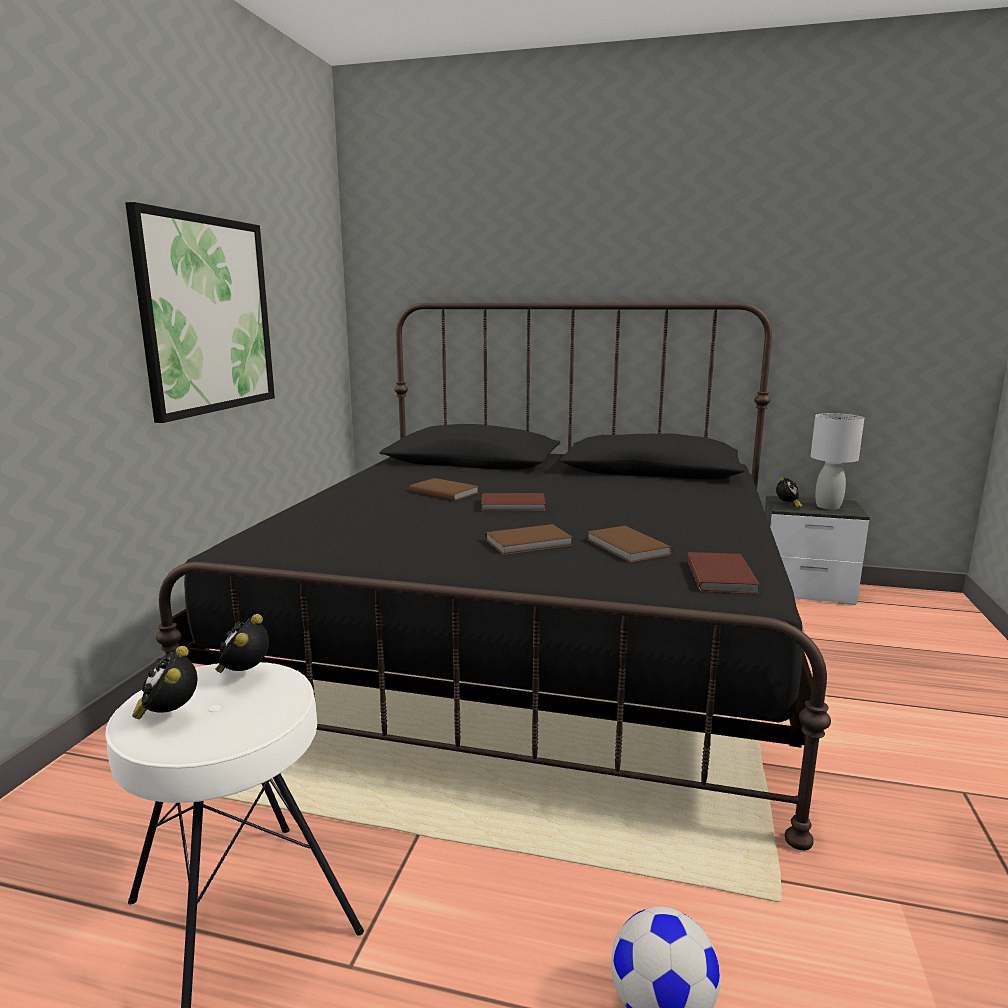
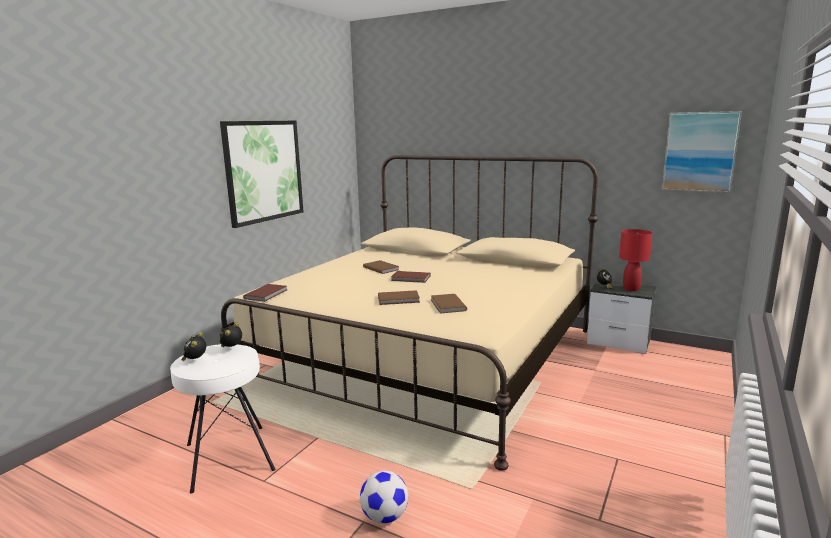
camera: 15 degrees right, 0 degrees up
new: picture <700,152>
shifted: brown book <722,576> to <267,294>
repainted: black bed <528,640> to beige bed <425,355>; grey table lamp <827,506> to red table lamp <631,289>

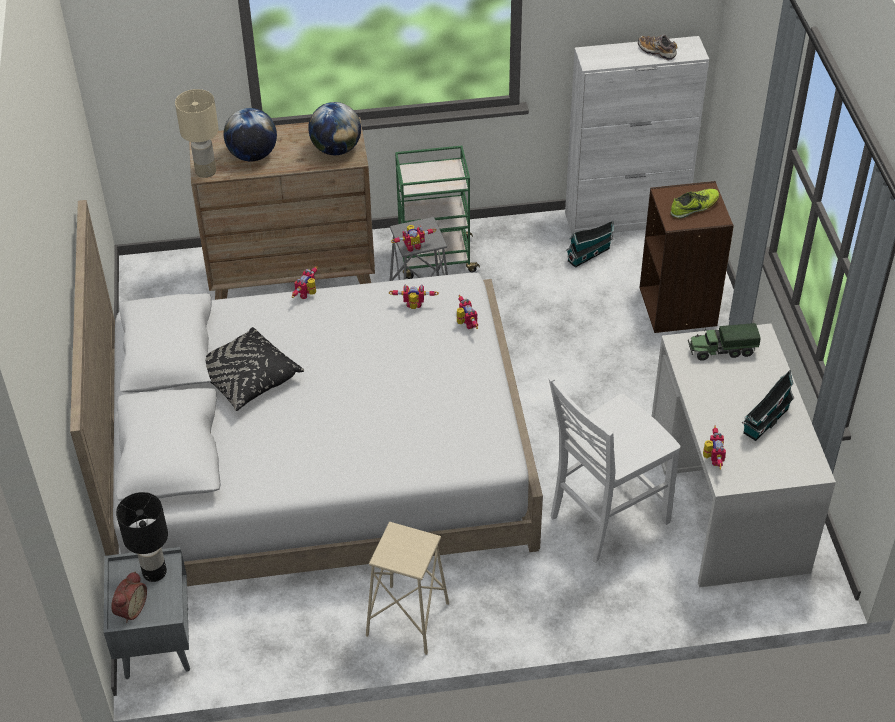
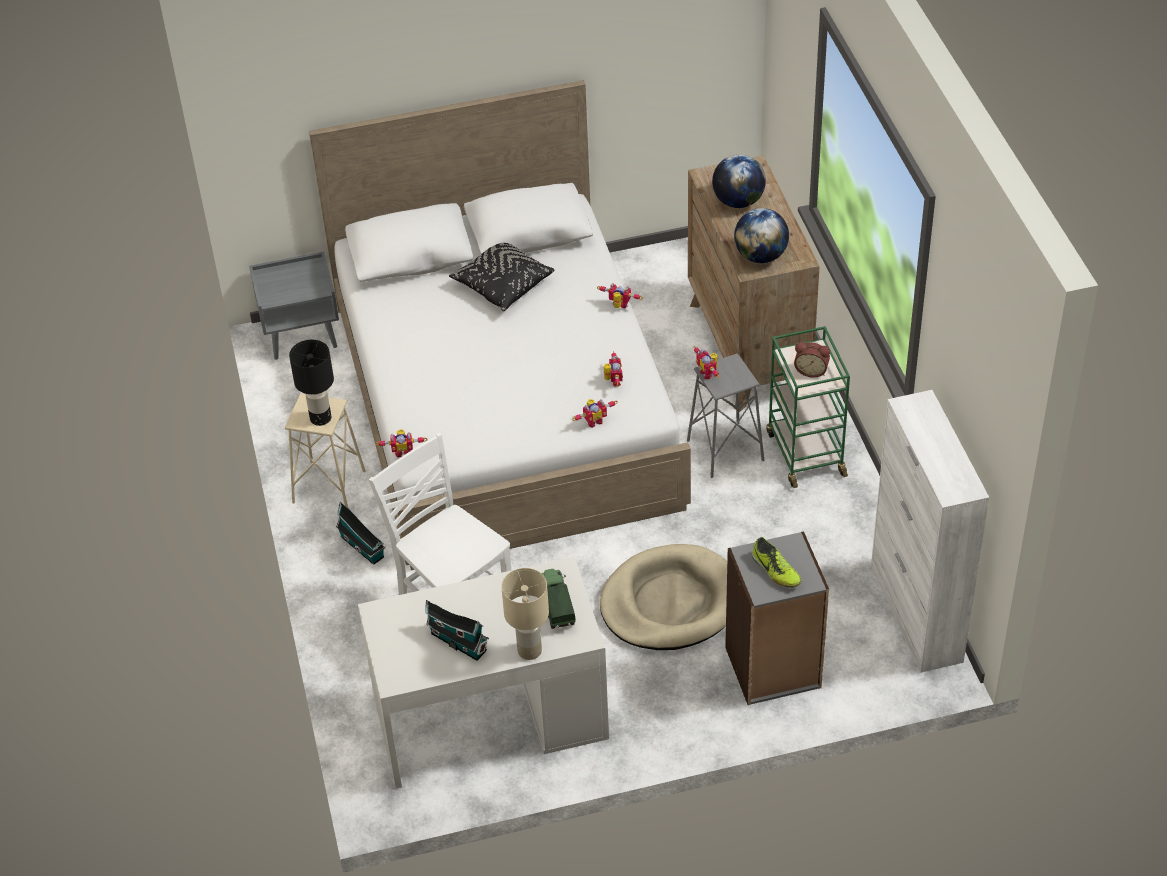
camera: 85 degrees right, 0 degrees up
gone: shoe <656,52>
new: beige dog bed <670,602>
shifted: beige table lamp <205,172> to <529,650>; toy house <590,254> to <363,548>; toy robot <712,459> to <403,451>; black table lamp <154,573> to <320,418>; alarm clock <130,609> to <811,370>
repainted: brown bookcase <679,306> to grey bookcase <773,668>

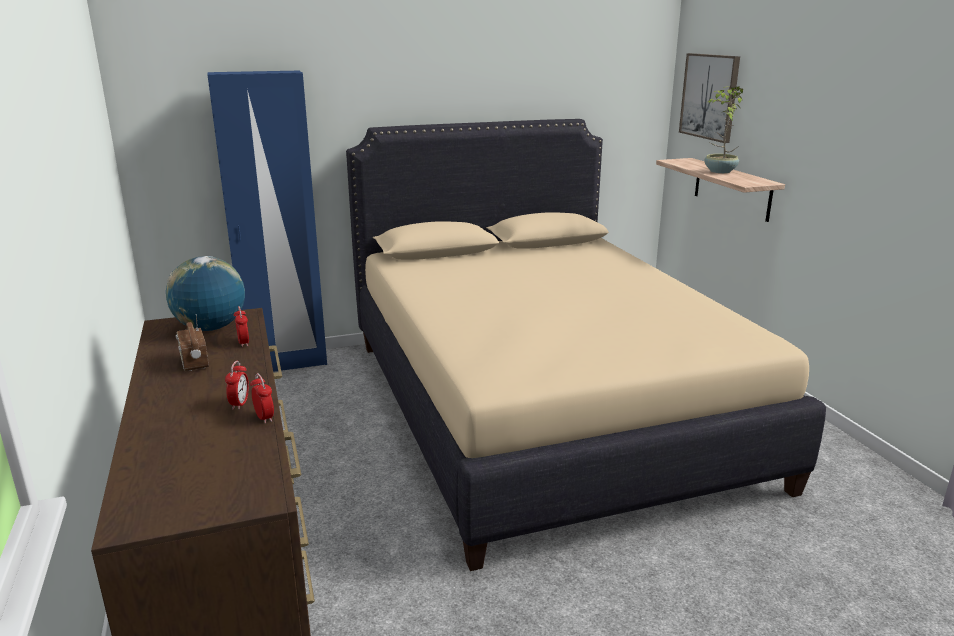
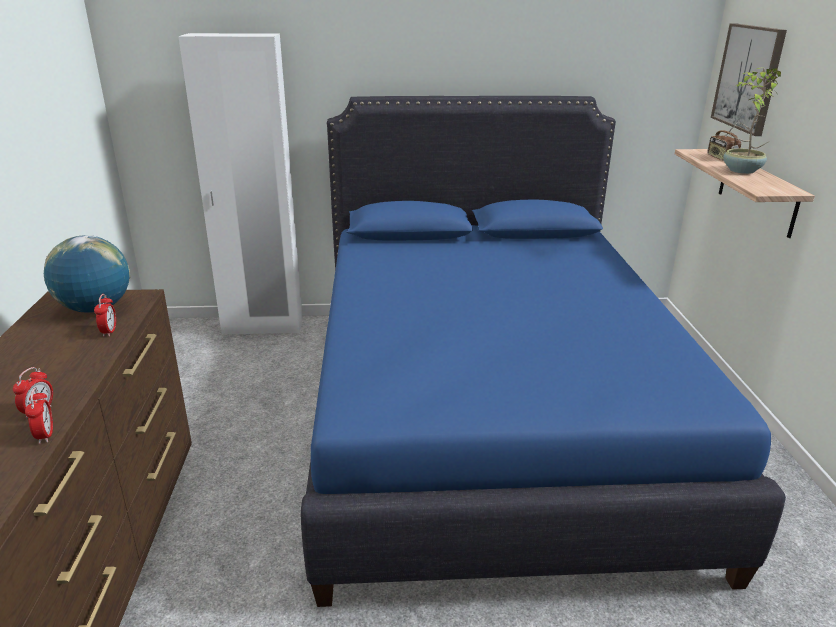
camera: 15 degrees right, 5 degrees up
shifted: radio <194,363> to <721,158>
repainted: blue wardrobe <286,364> to white wardrobe <263,327>; beige bed <542,408> to blue bed <487,416>

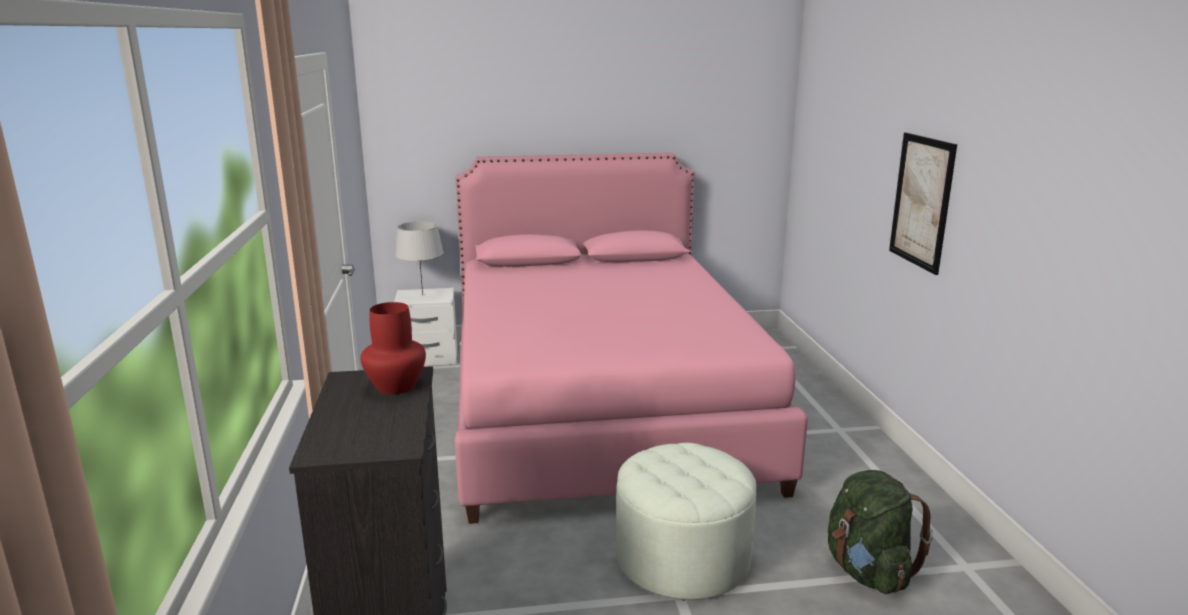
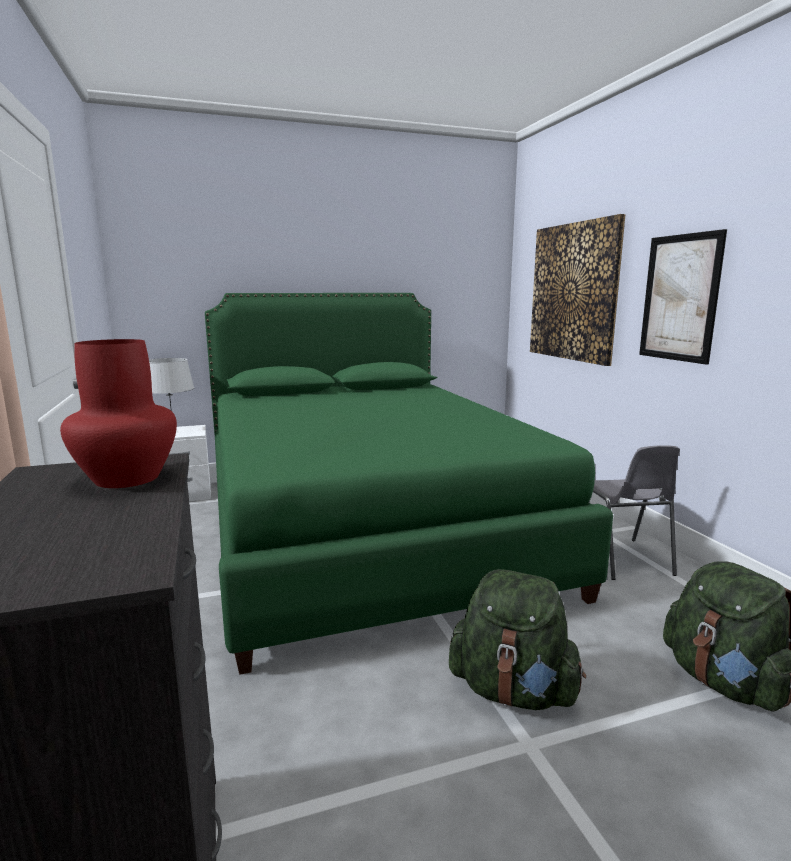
camera: 10 degrees left, 5 degrees down
new: picture <573,292>; grey chair <623,559>
swapped: white ottoman <682,558> to green backpack <513,691>
repainted: pink bed <599,408> to green bed <365,529>

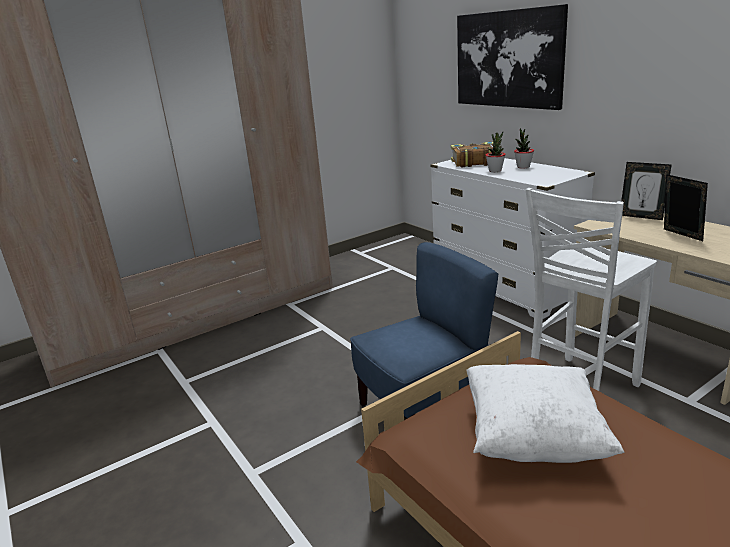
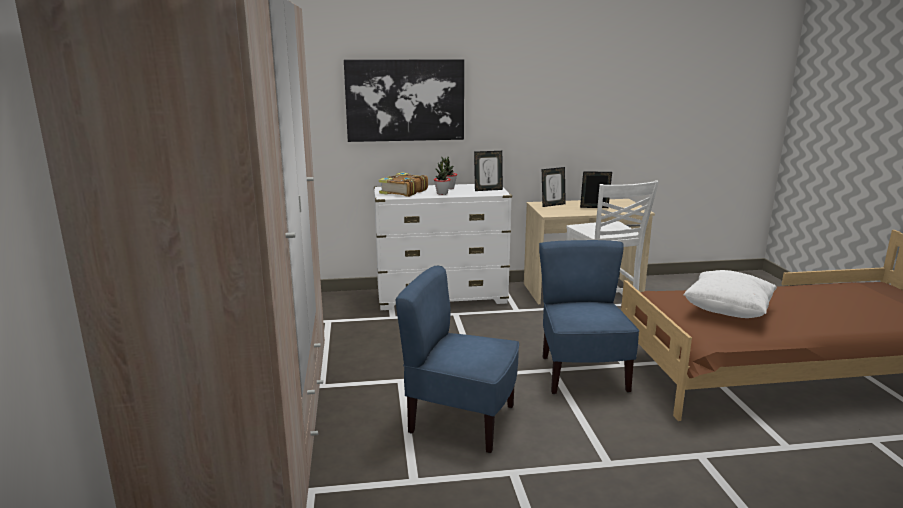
camera: 65 degrees left, 5 degrees down
new: picture frame <488,190>; blue chair <461,421>

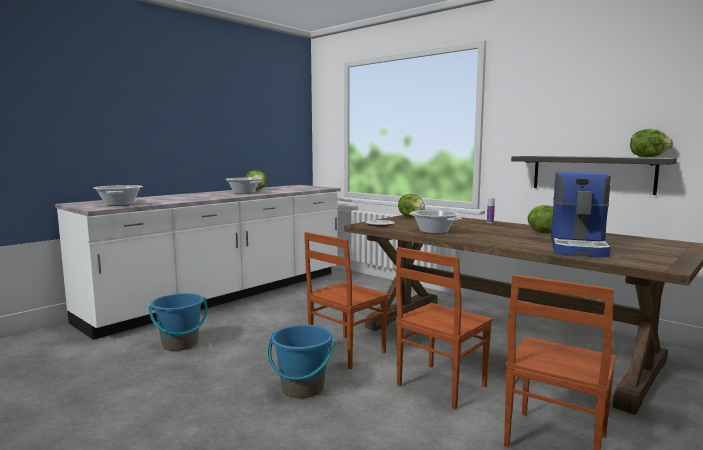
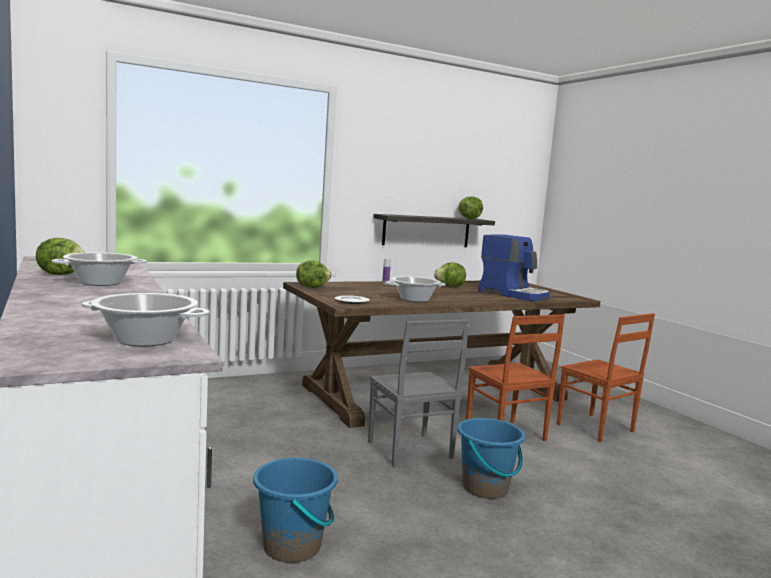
camera: 70 degrees left, 0 degrees up
repainted: brown chair <345,352> to grey chair <409,451>

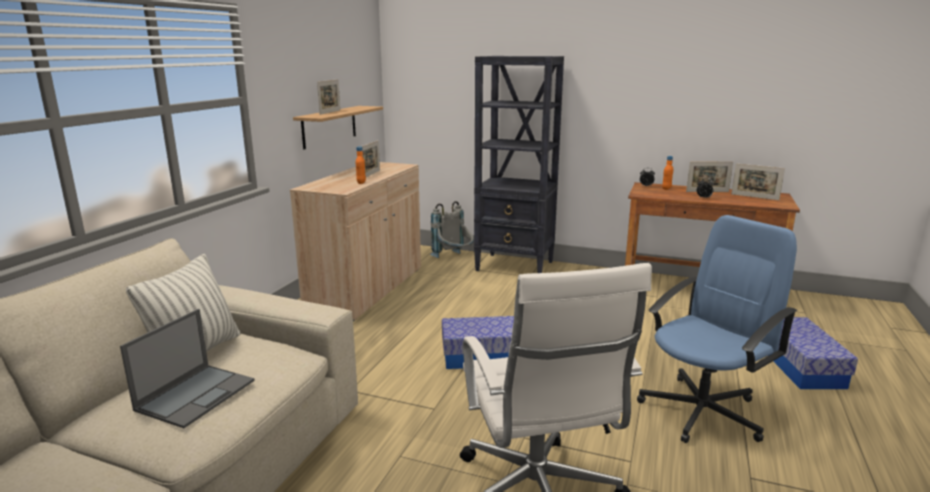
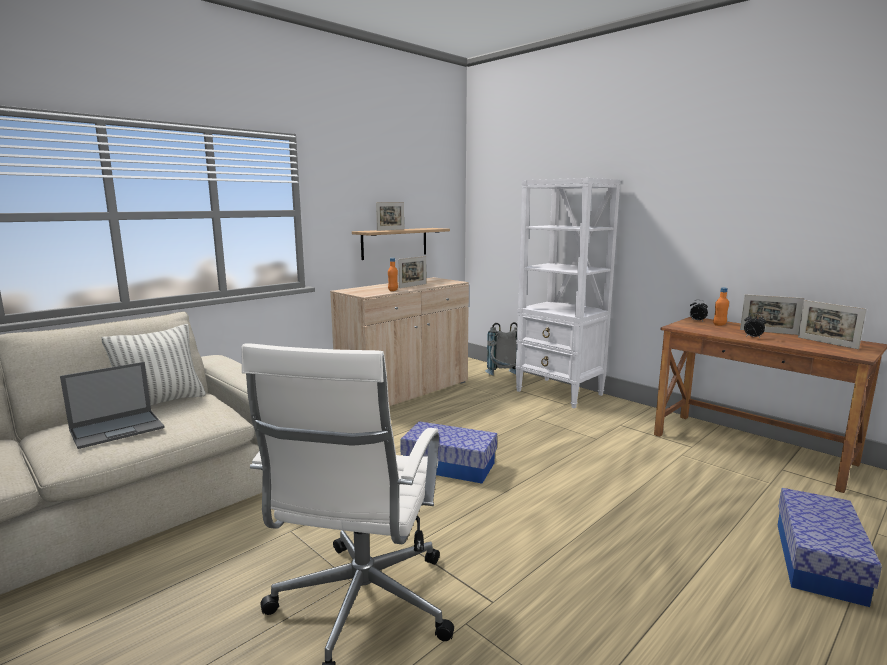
camera: 25 degrees right, 5 degrees down
gone: blue office chair <703,411>
repainted: black bookcase <515,266> to white bookcase <560,393>

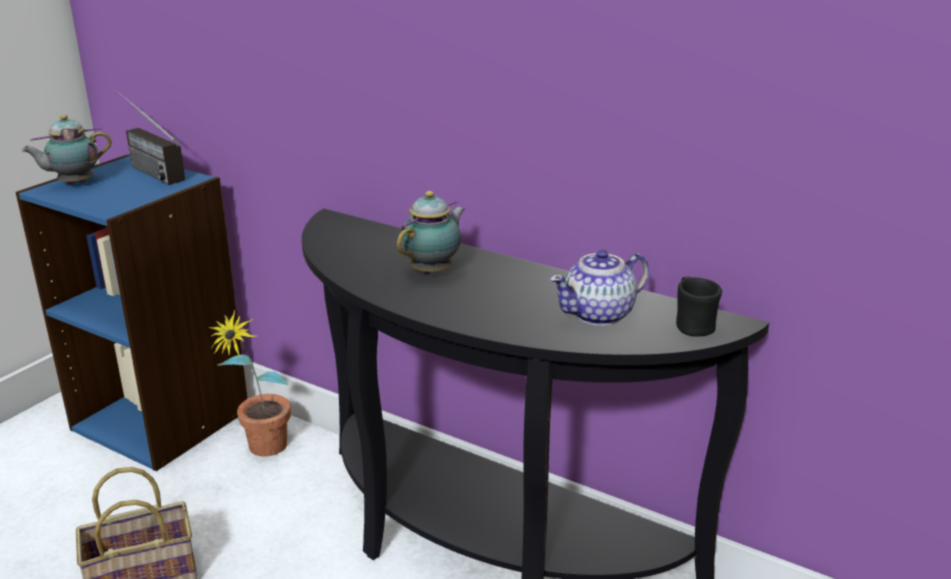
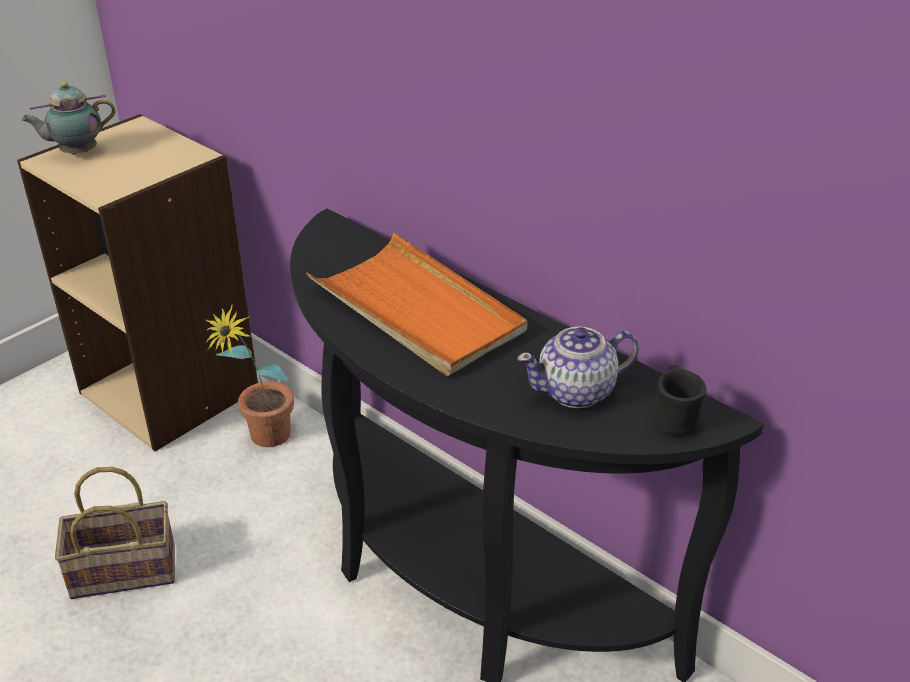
camera: 10 degrees right, 10 degrees up
gone: radio <146,169>
swapped: teapot <433,270> to orange tray <417,310>
repainted: blue bookcase <162,418> to beige bookcase <171,390>

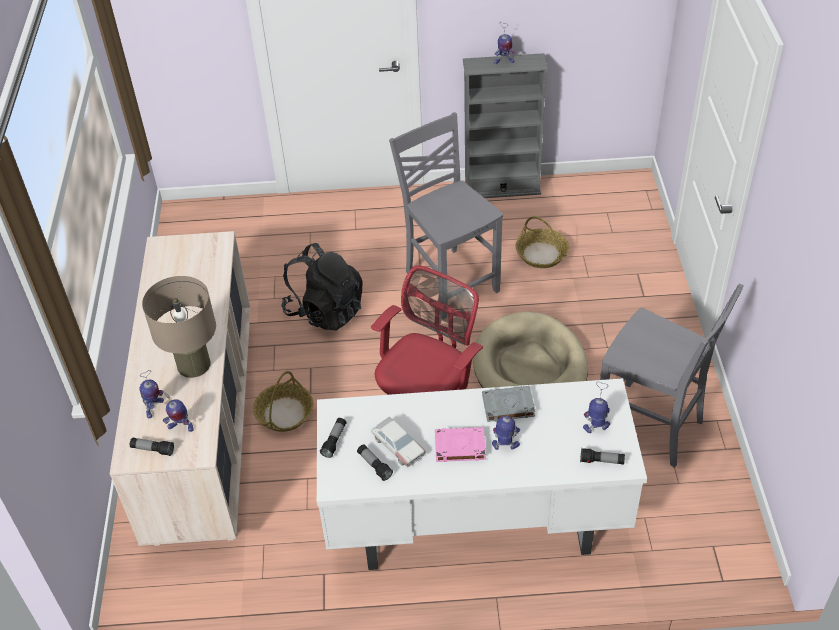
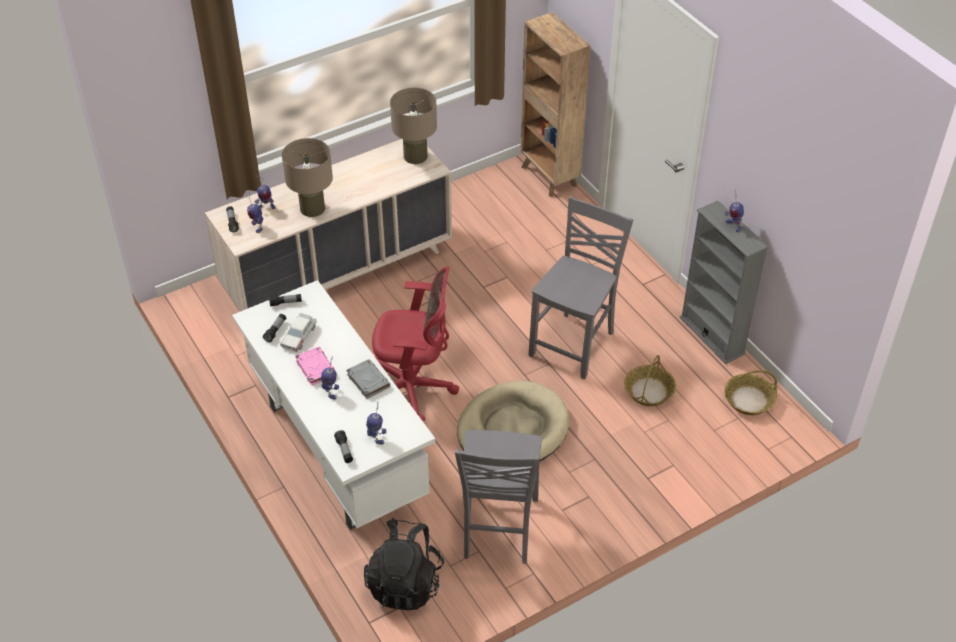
camera: 60 degrees right, 0 degrees up
new: brown bookcase <549,177>; beige table lamp <415,156>
shifted: black backpack <325,311> to <405,583>; basket <284,414> to <748,400>

